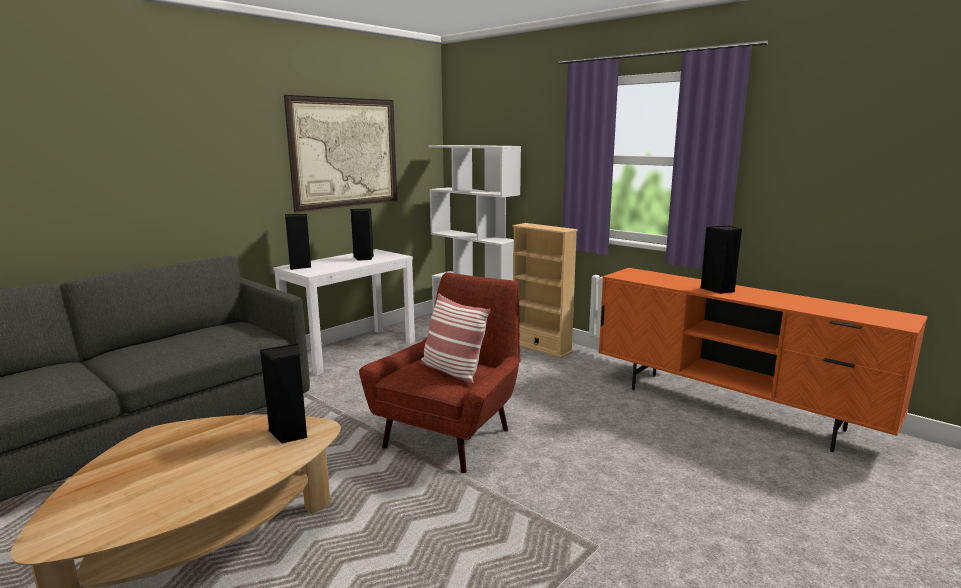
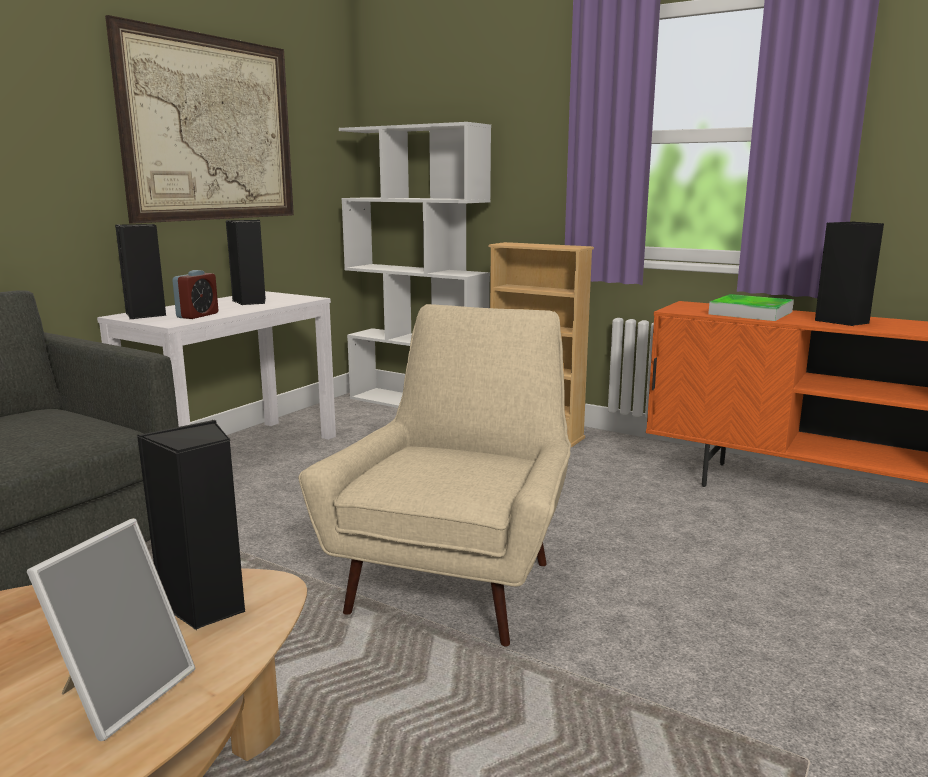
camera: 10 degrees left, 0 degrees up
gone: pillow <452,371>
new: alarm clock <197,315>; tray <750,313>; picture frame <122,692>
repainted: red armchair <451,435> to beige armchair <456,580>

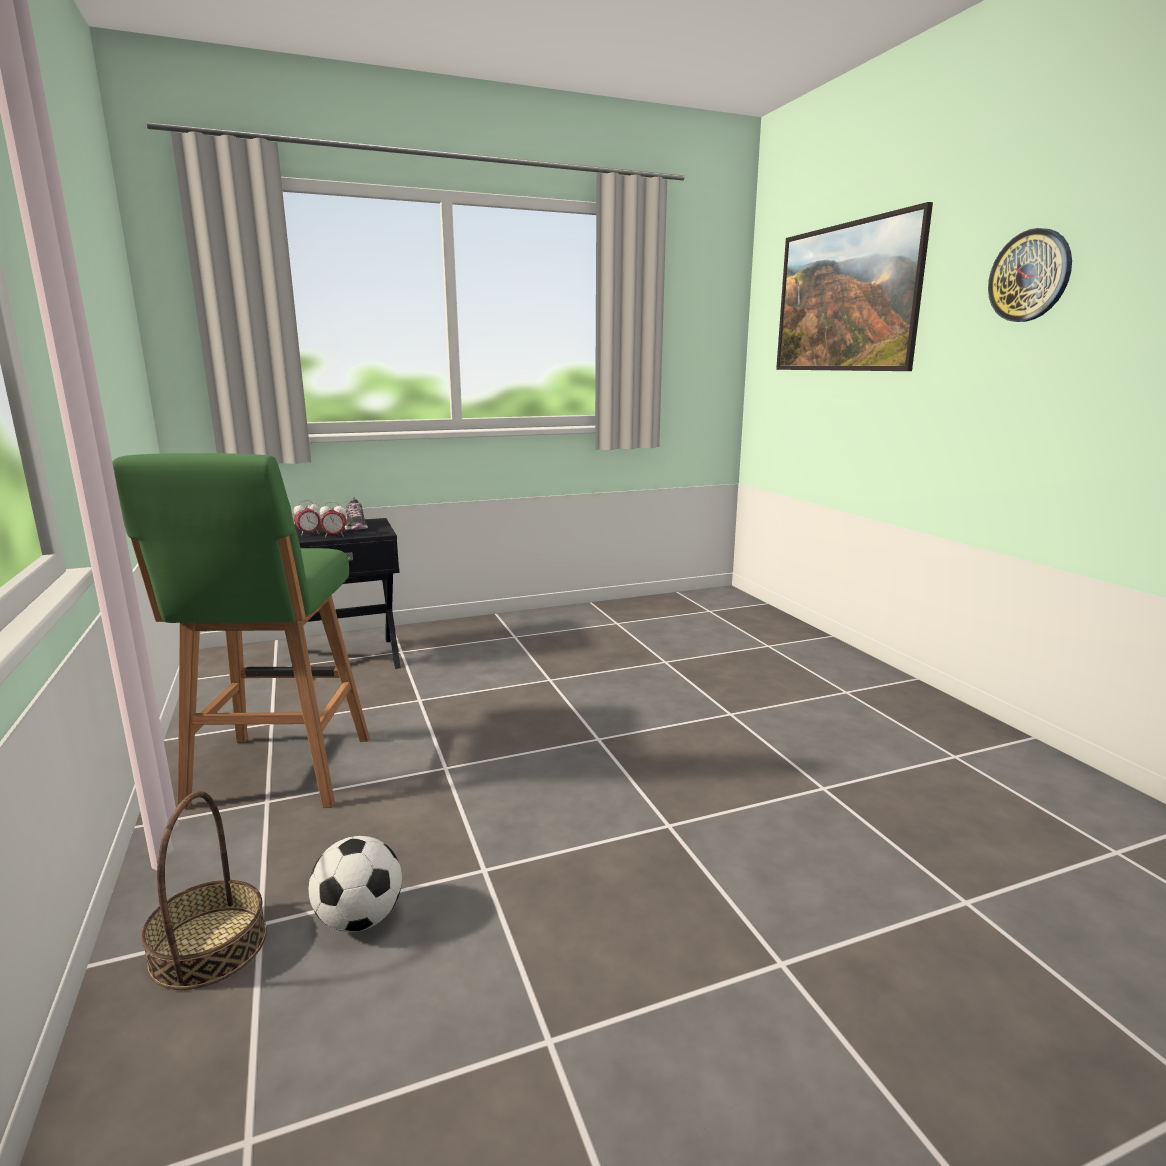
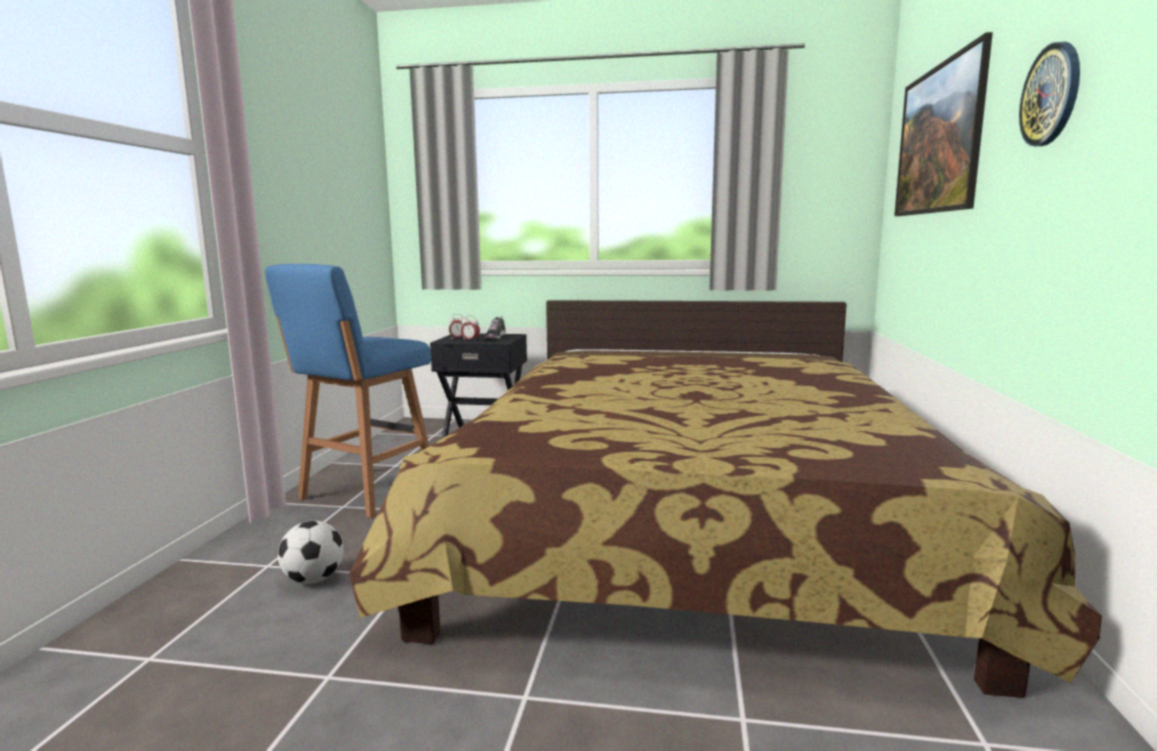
camera: 30 degrees right, 5 degrees down
gone: basket <208,947>
new: bed <689,514>
repainted: green stool <278,774> to blue stool <365,494>

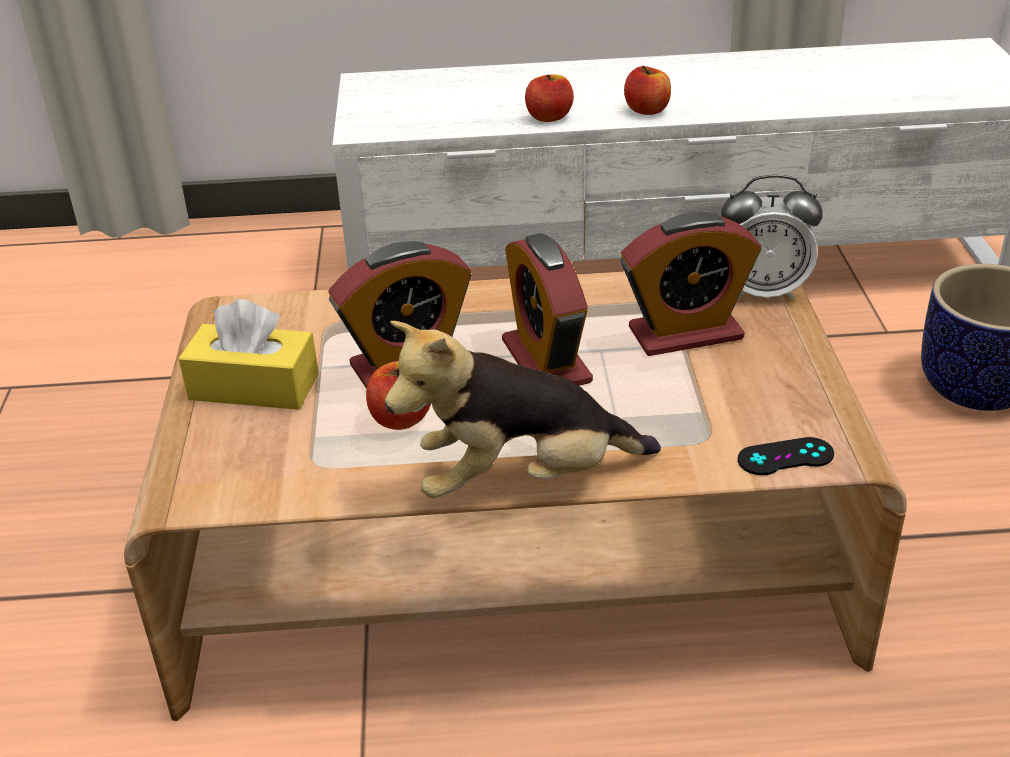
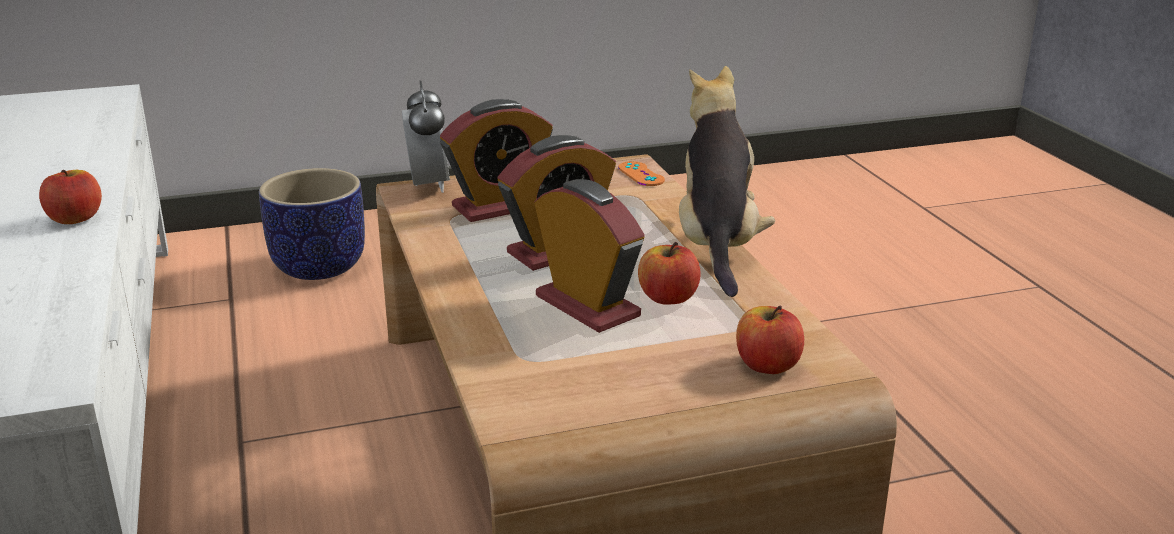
camera: 105 degrees left, 10 degrees down
gone: yellow tissue box <254,387>
shifted: apple <549,117> to <767,365>
repainted: black game controller <785,457> to orange game controller <641,174>
rotated: alarm clock <685,333> = <499,207> 90 degrees clockwise; plush toy <522,480> = <717,245> 150 degrees counterclockwise

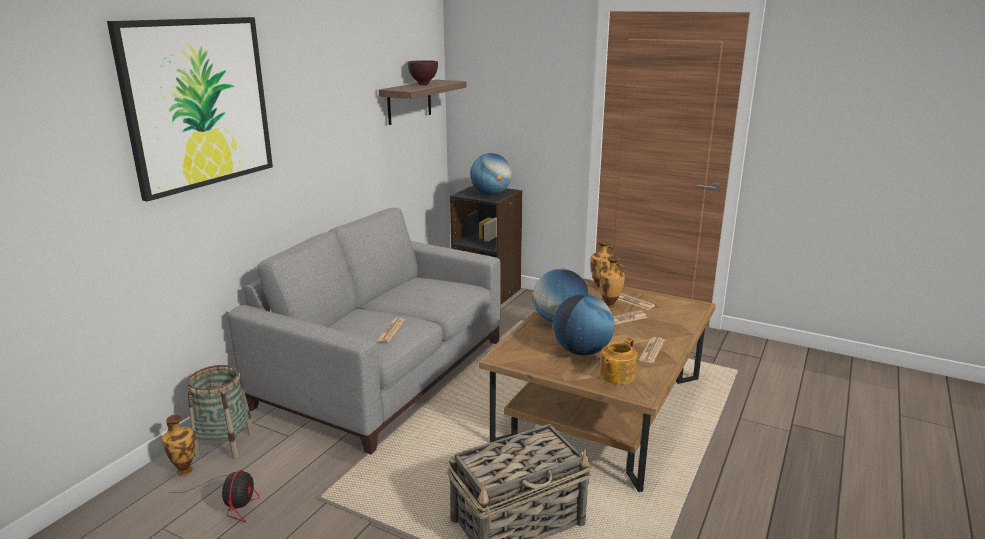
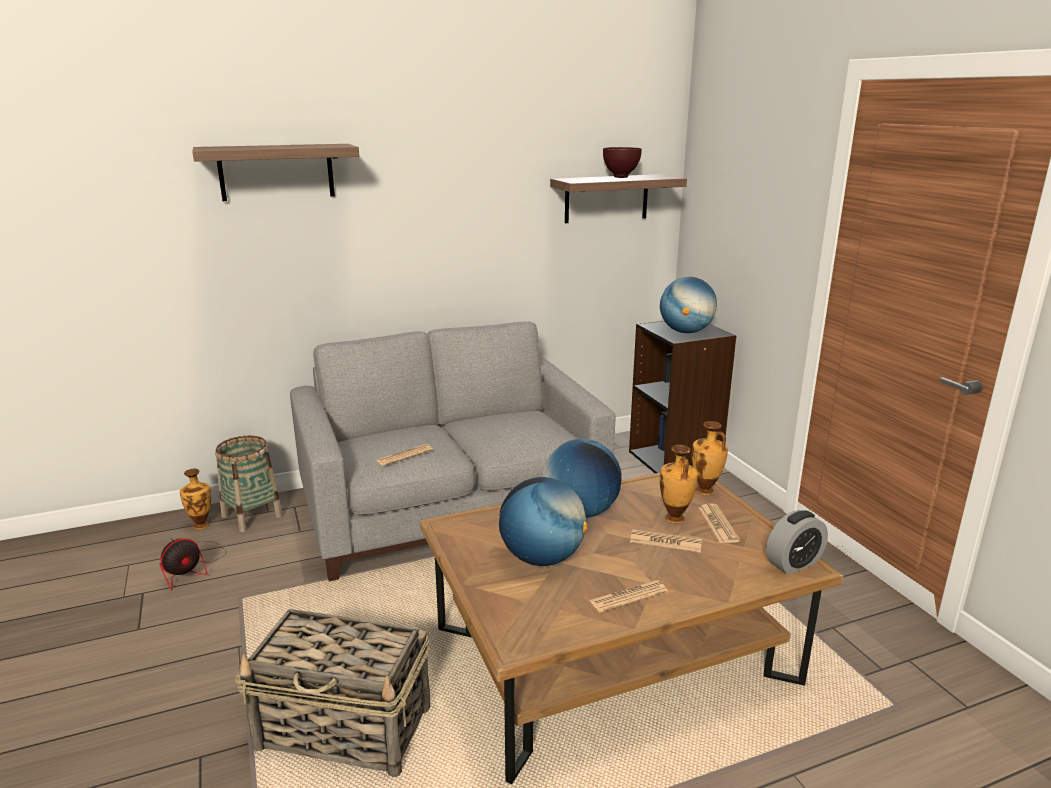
camera: 40 degrees right, 0 degrees up
gone: teapot <616,375>
new: alarm clock <793,563>
swapped: picture <198,103> to shelf <276,172>

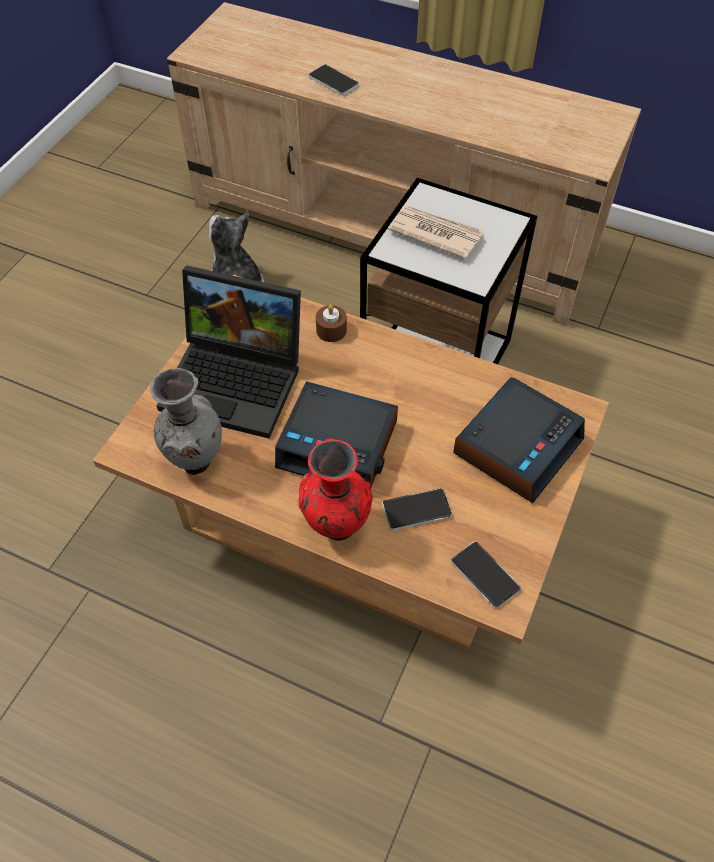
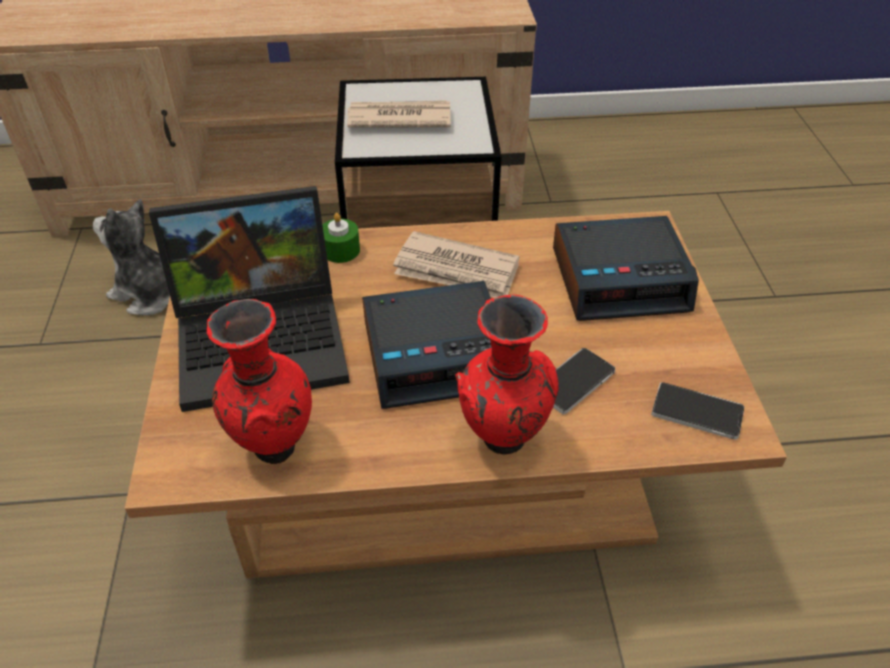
camera: 30 degrees left, 10 degrees down
gone: phone <333,81>
new: newspaper <457,271>
repainted: brown candle <331,330> to green candle <340,250>; grey vase <195,461> to red vase <272,446>
rotated: alarm clock <517,445> = <620,279> 75 degrees clockwise

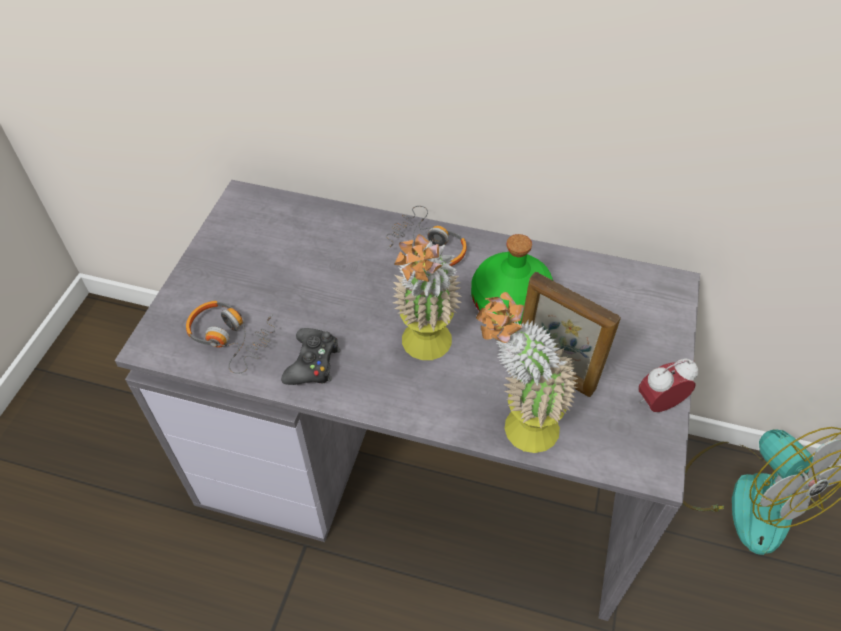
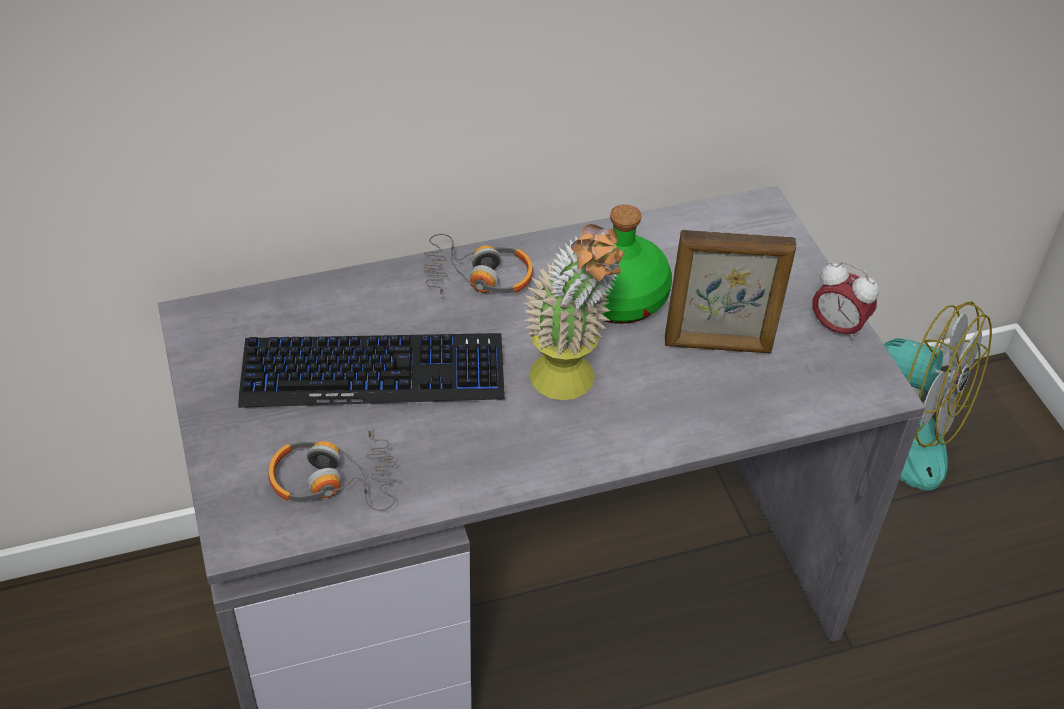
camera: 35 degrees left, 5 degrees down
gone: potted plant <516,429>; black game controller <313,363>
new: keyboard <374,372>
rotated: alarm clock <658,403> = <837,328> 90 degrees counterclockwise

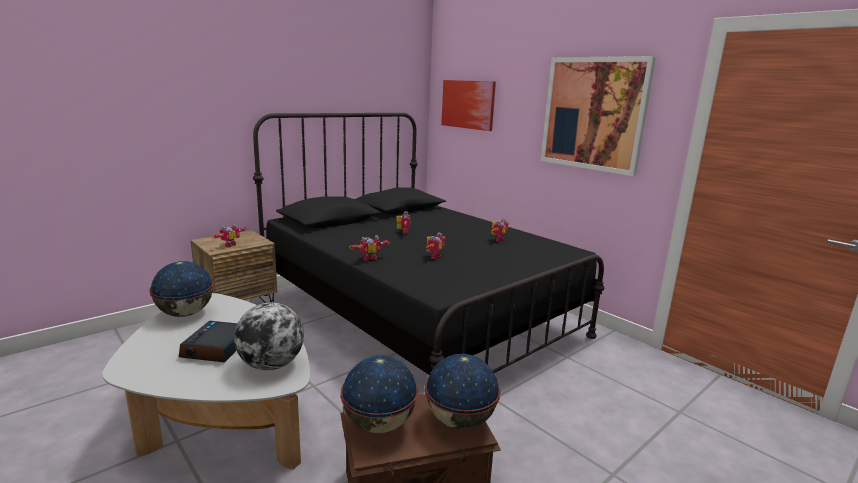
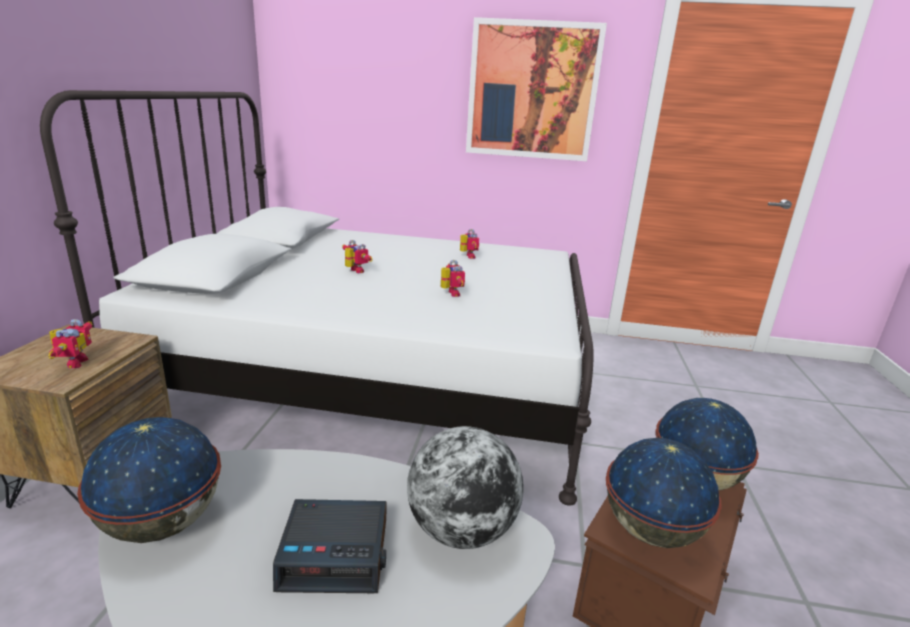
camera: 40 degrees left, 5 degrees up
gone: picture <468,104>; toy robot <369,258>
repainted: black bed <418,314> to white bed <378,378>
rotated: alarm clock <216,348> = <336,553> 60 degrees counterclockwise

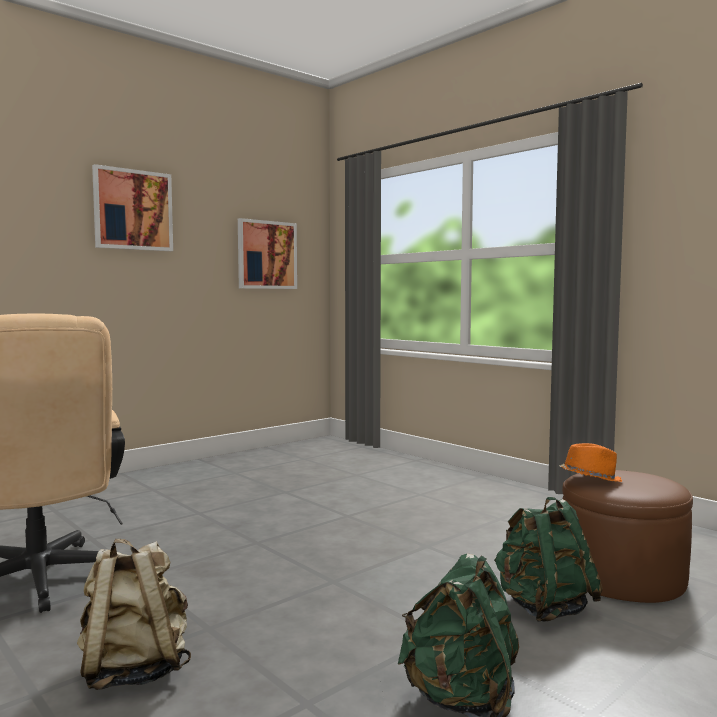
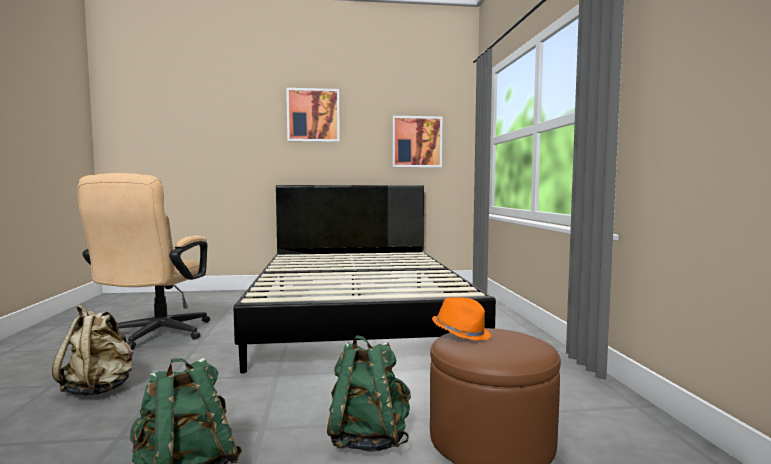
camera: 35 degrees right, 0 degrees up
new: black bed <358,316>

